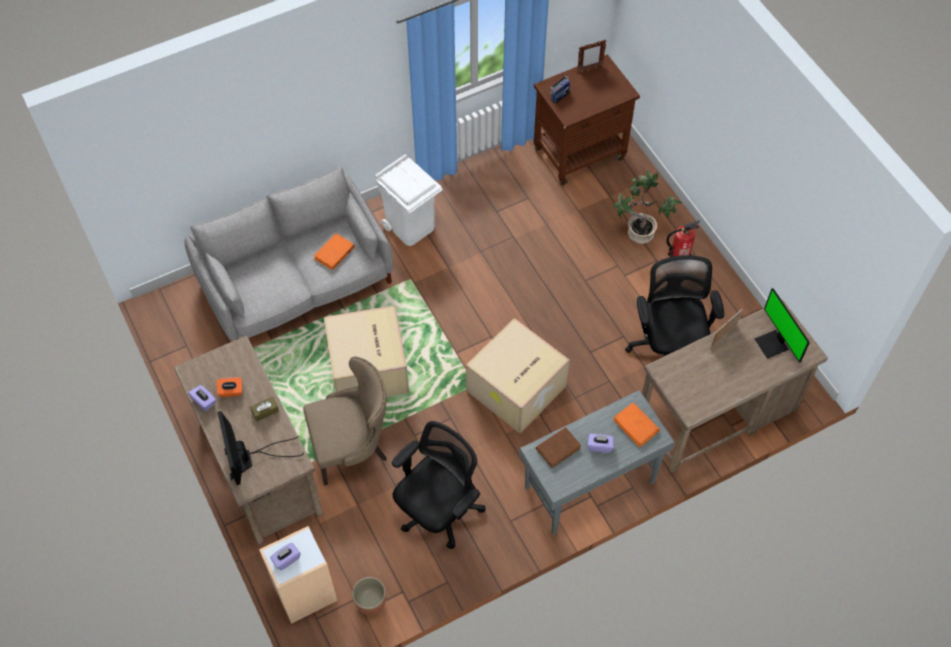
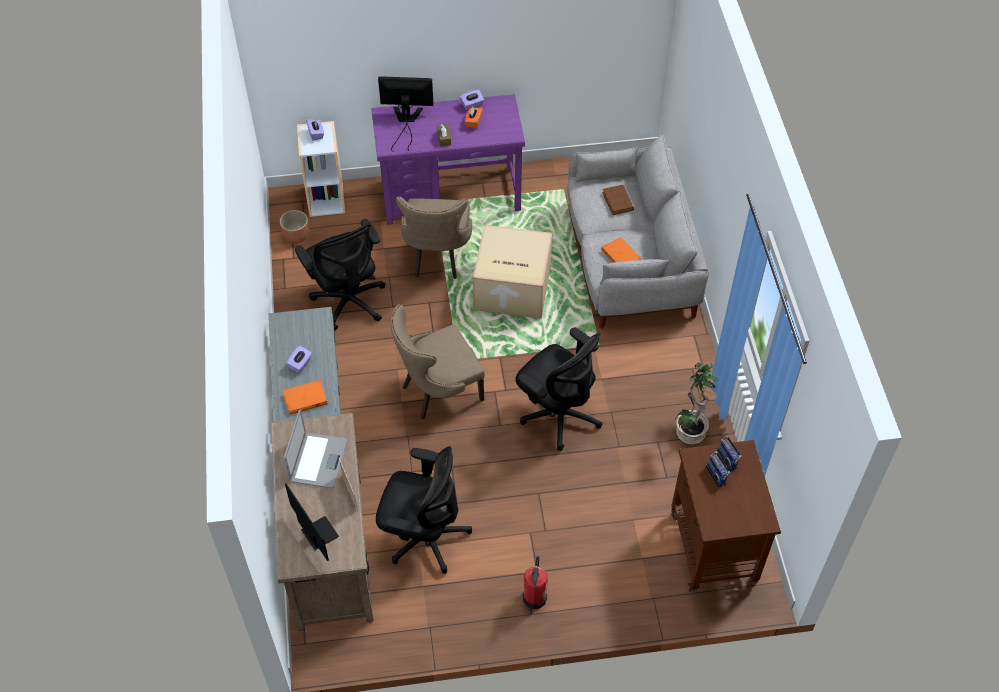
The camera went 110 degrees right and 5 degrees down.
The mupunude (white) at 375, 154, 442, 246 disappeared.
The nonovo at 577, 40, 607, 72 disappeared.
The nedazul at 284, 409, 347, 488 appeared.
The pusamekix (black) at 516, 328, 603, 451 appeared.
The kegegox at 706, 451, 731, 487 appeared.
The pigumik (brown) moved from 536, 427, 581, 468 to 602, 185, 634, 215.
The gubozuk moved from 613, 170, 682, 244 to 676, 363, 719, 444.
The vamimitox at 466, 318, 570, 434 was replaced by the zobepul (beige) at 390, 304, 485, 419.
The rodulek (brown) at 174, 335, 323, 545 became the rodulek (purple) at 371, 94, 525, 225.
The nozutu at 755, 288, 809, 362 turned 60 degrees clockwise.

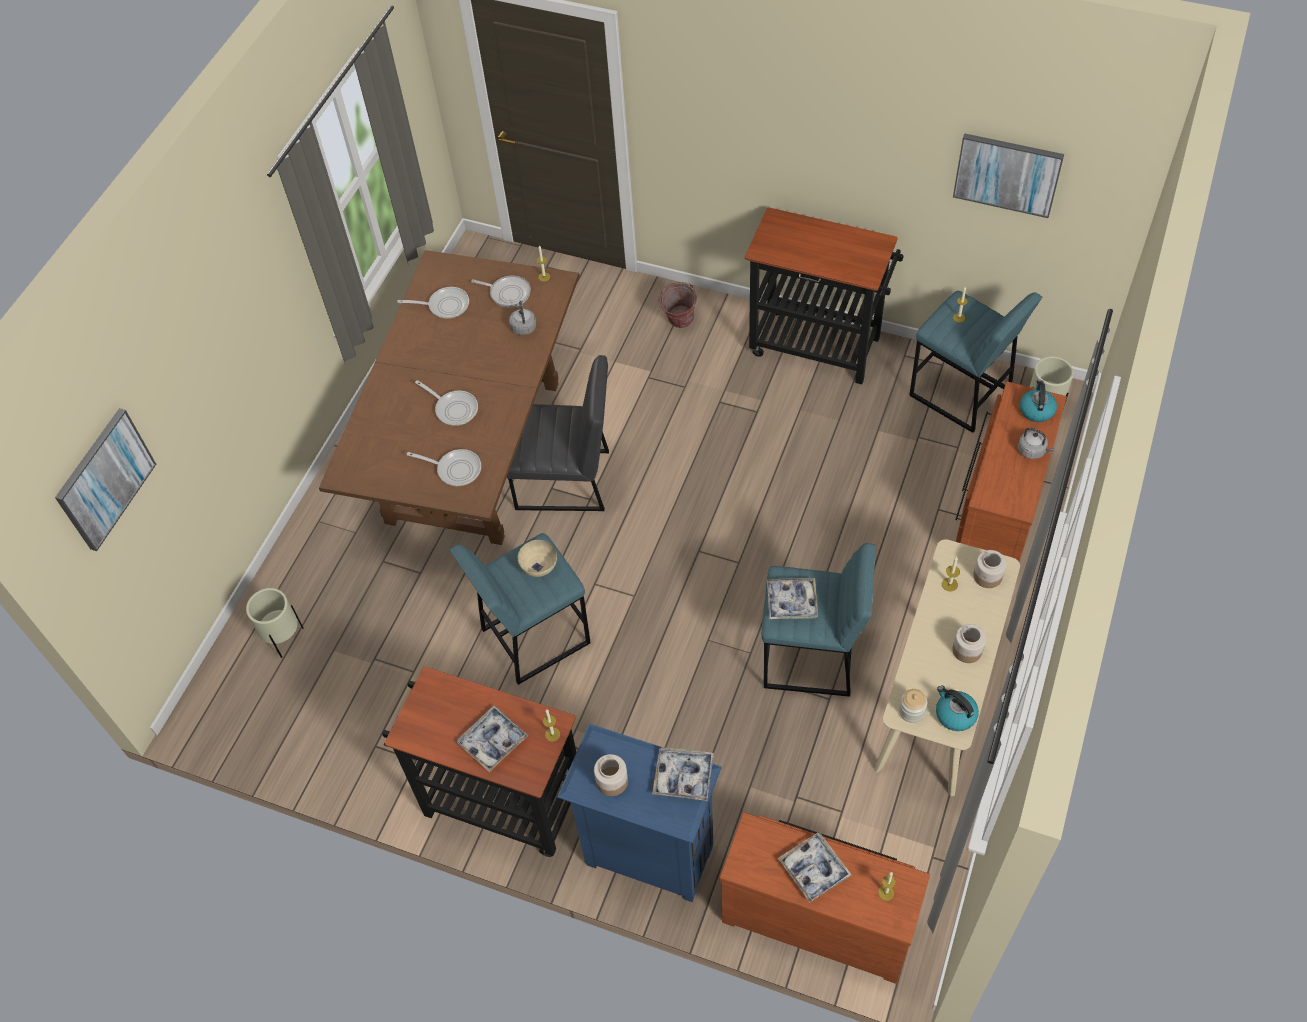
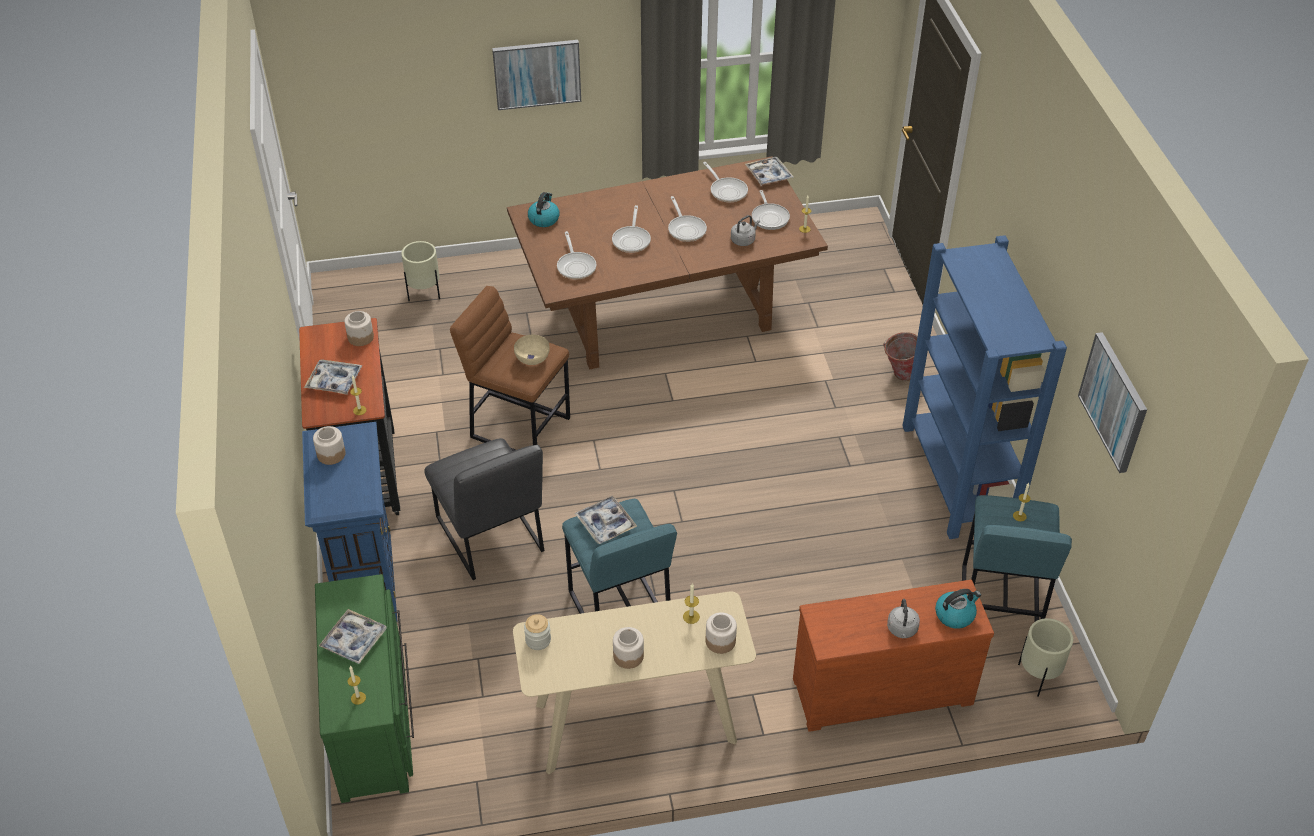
The camera went 55 degrees right and 10 degrees down.
The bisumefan at 344, 311, 374, 346 appeared.
The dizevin at 668, 196, 707, 242 appeared.
The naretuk moved from 55, 408, 156, 551 to 492, 40, 581, 110.
The zobepul (grey) moved from 507, 355, 609, 511 to 424, 438, 544, 580.
The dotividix moved from 652, 747, 714, 801 to 745, 157, 793, 186.
The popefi moved from 936, 685, 979, 731 to 528, 192, 560, 227.
The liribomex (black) at 745, 207, 904, 384 was replaced by the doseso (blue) at 903, 235, 1067, 539.
The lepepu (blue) at 449, 533, 591, 685 became the lepepu (brown) at 450, 286, 570, 451.
The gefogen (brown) at 720, 812, 930, 984 became the gefogen (green) at 315, 574, 414, 803.

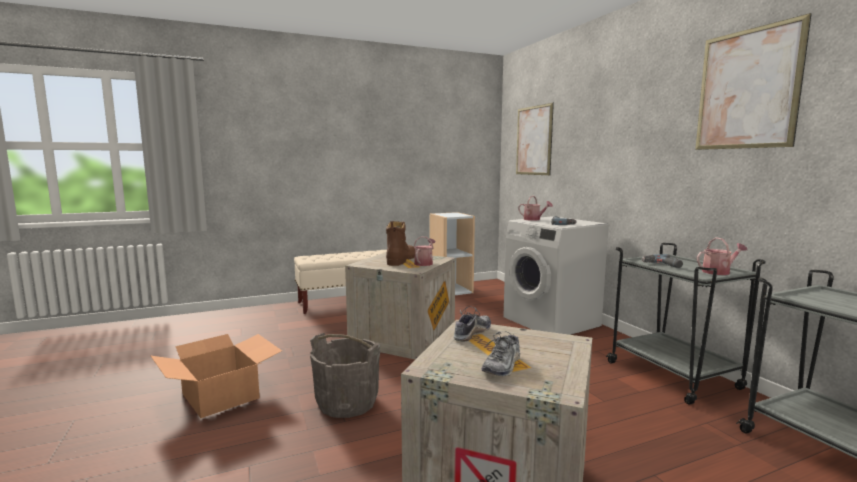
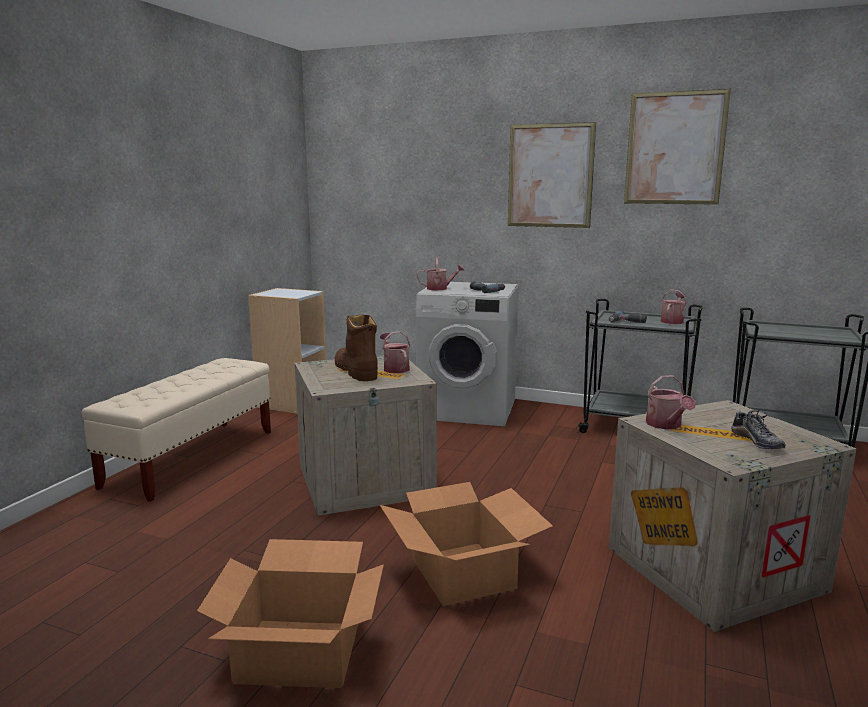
The camera went 45 degrees left and 5 degrees up.
The naretuk moved from 516, 103, 554, 175 to 508, 122, 596, 228.
The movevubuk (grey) at 310, 333, 380, 418 was replaced by the vamimitox at 380, 482, 553, 606.
The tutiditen at 454, 306, 491, 341 was replaced by the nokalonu at 646, 375, 696, 430.

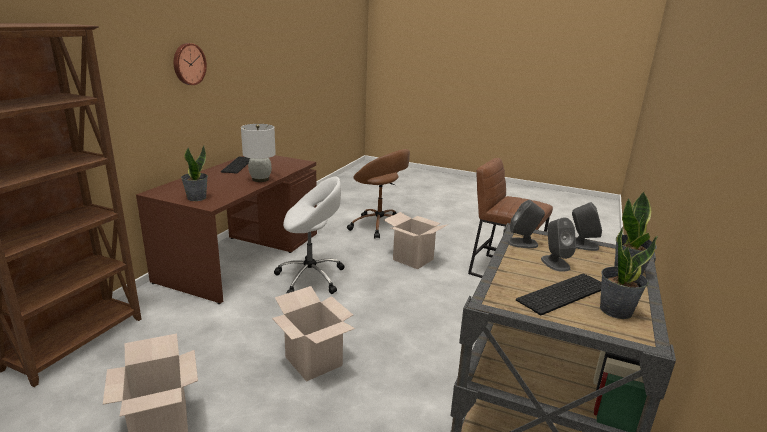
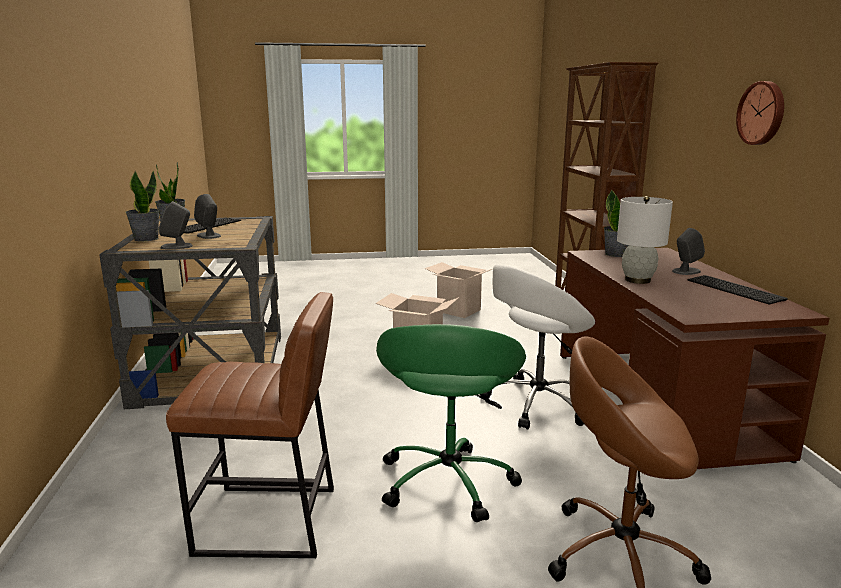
The camera went 150 degrees right and 5 degrees down.
The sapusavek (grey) moved from 507, 200, 545, 248 to 672, 228, 705, 275.
The vamimitox at 384, 212, 449, 269 was replaced by the pusamekix (green) at 376, 324, 526, 522.

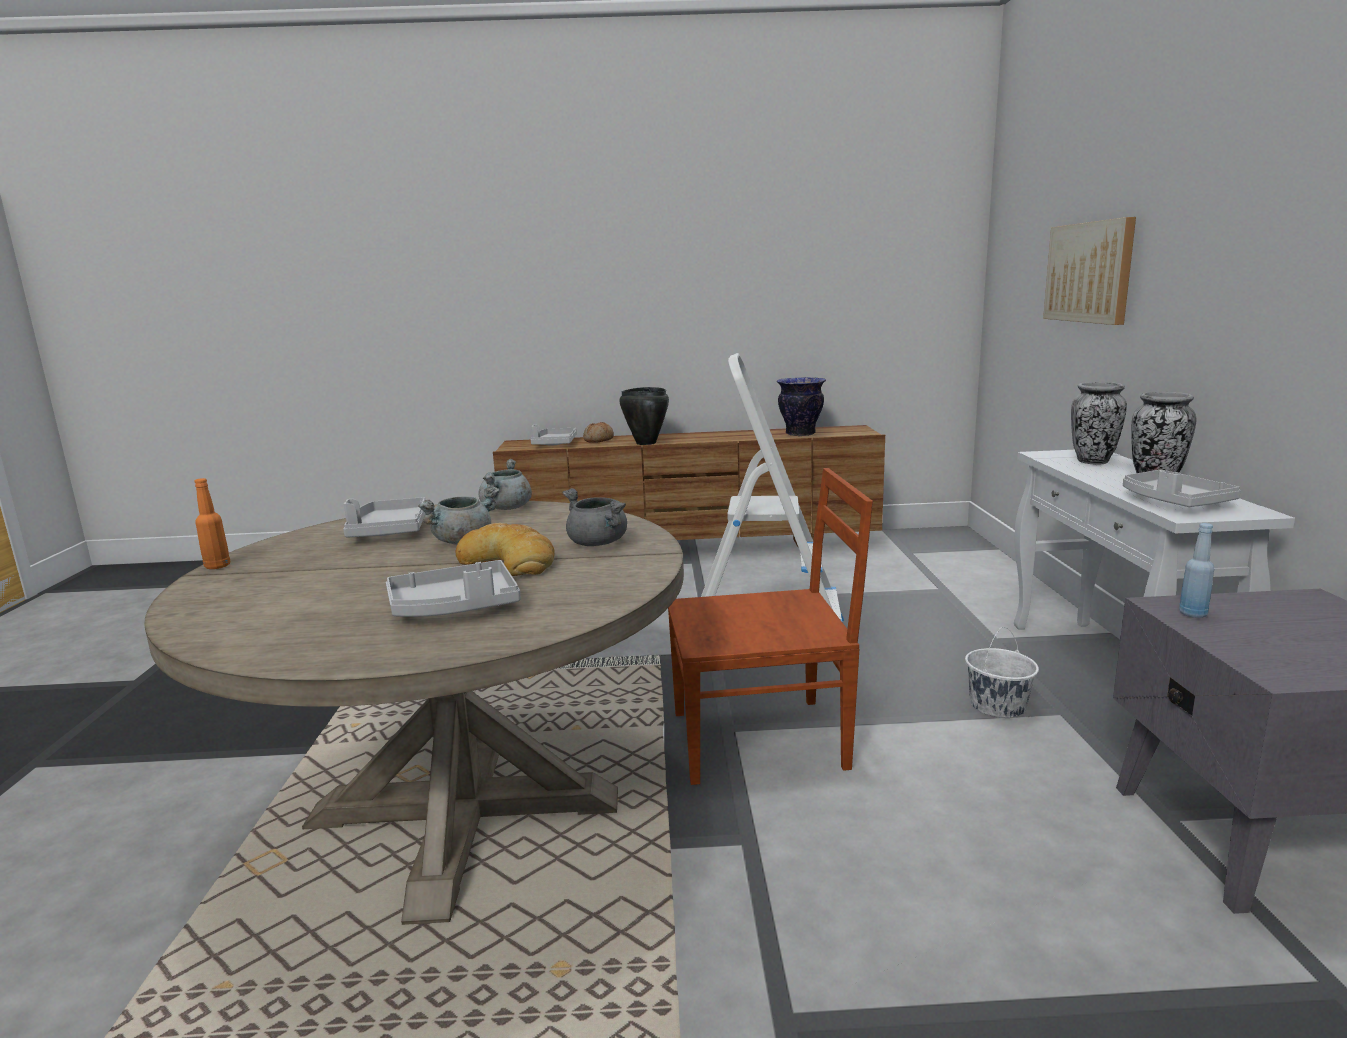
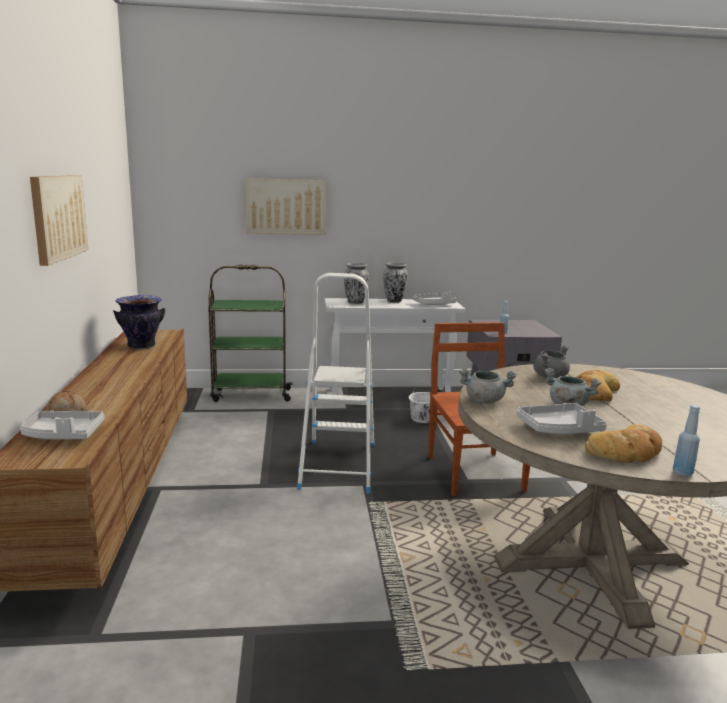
The camera went 95 degrees left and 0 degrees up.
The dotividix (grey) at 386, 560, 521, 617 disappeared.
The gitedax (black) at 619, 387, 669, 445 disappeared.
The naretuk at 30, 175, 88, 266 appeared.
The liribomex (green) at 208, 264, 294, 402 appeared.
The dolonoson at 585, 425, 662, 463 appeared.
The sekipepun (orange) at 194, 478, 230, 569 became the sekipepun (blue) at 673, 405, 700, 477.

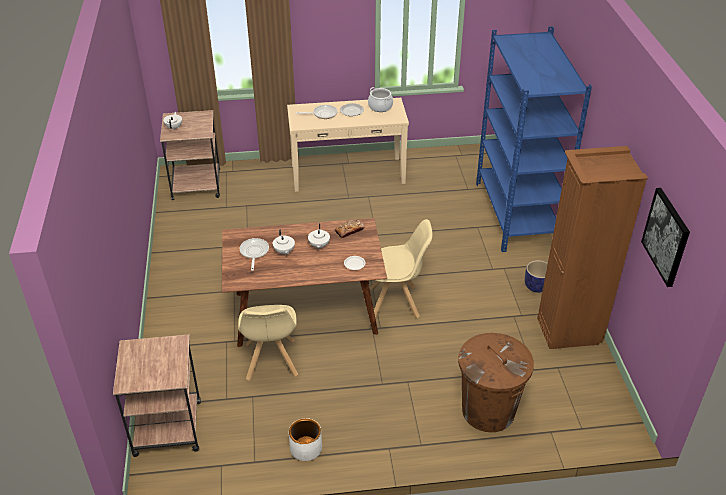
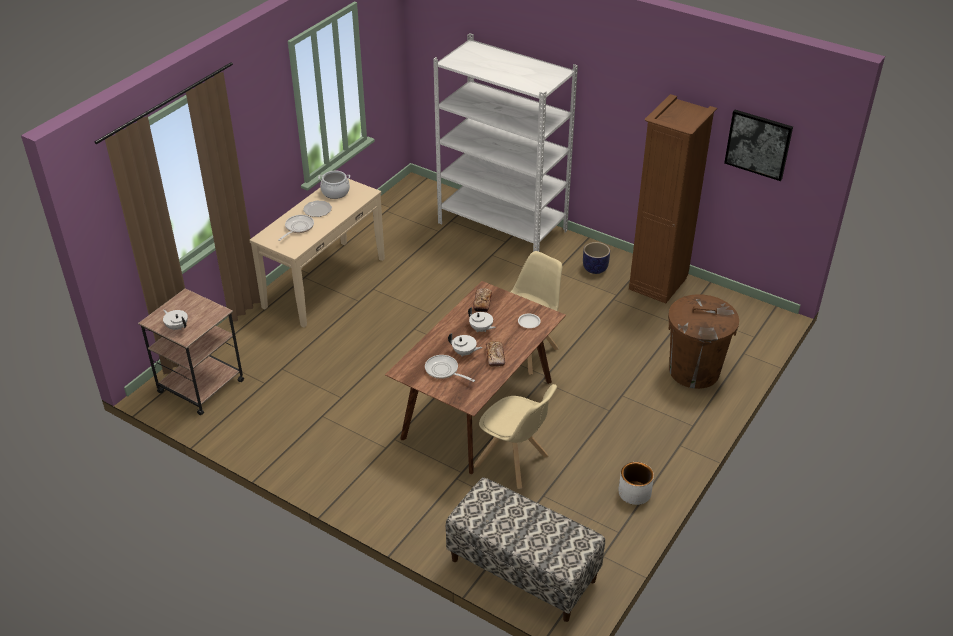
The camera went 50 degrees left and 0 degrees up.
The dolonoson at 486, 341, 505, 367 appeared.
The liribomex (brown) at 113, 335, 201, 457 was replaced by the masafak at 446, 477, 605, 622.
The doseso (blue) at 476, 26, 592, 252 became the doseso (white) at 433, 33, 578, 252.

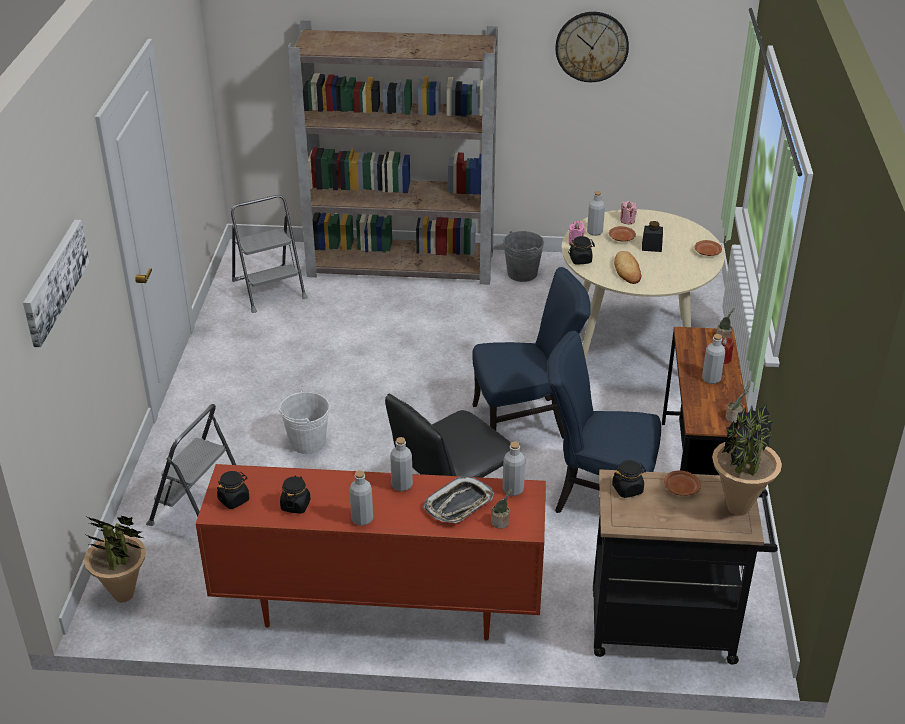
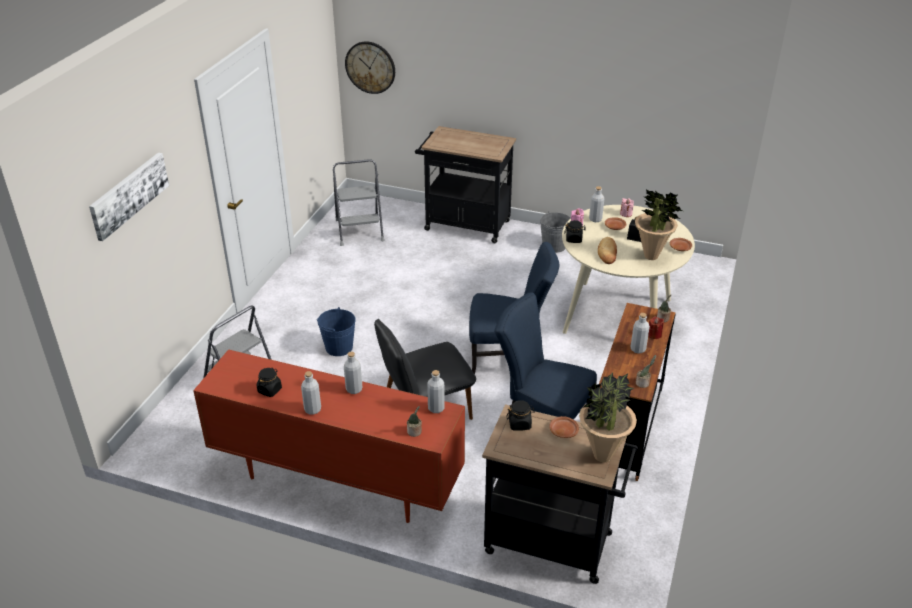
The camera went 15 degrees right and 0 degrees up.
The bisumefan (black) at 217, 471, 249, 509 disappeared.
The dotividix at 423, 476, 494, 523 disappeared.
The gubozuk moved from 84, 516, 146, 603 to 635, 189, 683, 260.
The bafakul moved from 555, 12, 629, 82 to 345, 41, 395, 94.
The doseso (brown) at 288, 20, 498, 285 was replaced by the liribomex (black) at 415, 126, 516, 243.
The movevubuk (white) at 279, 390, 329, 454 became the movevubuk (blue) at 317, 307, 356, 356.

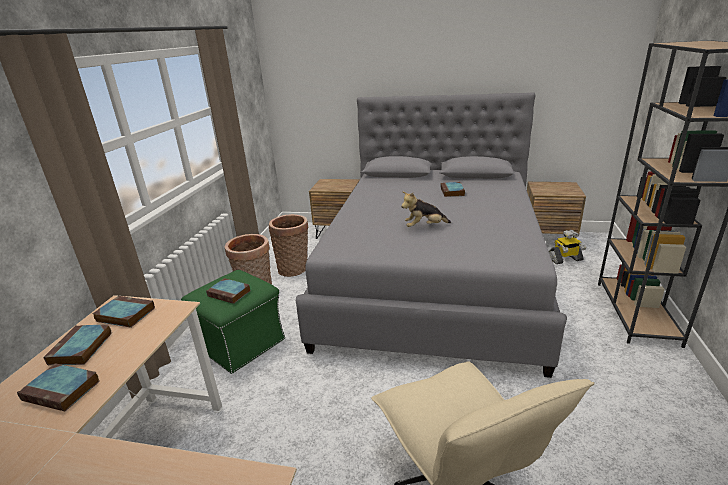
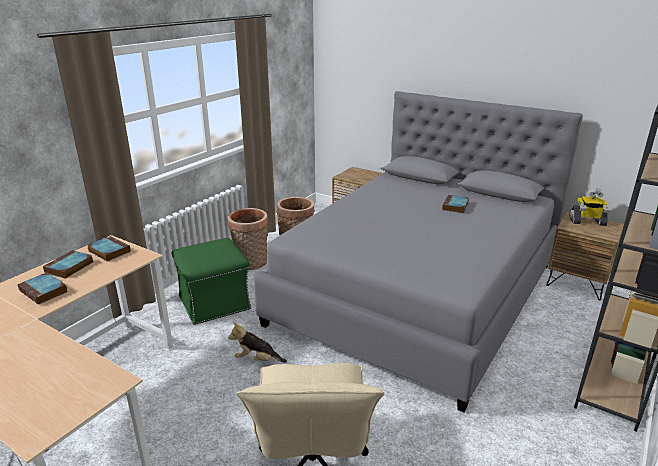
The camera went 20 degrees right and 0 degrees up.
The pigumik at 206, 278, 250, 304 disappeared.
The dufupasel moved from 401, 192, 451, 227 to 228, 322, 287, 363.
The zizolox moved from 549, 230, 586, 264 to 569, 188, 610, 226.

